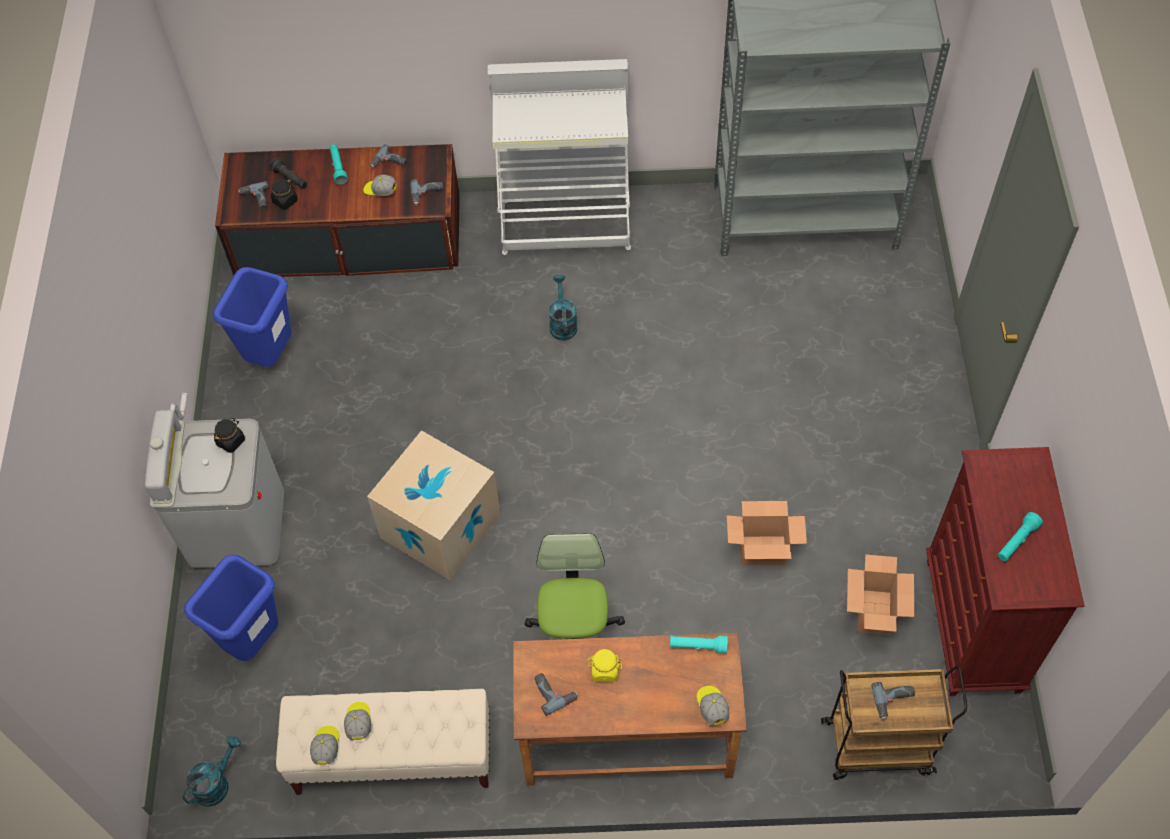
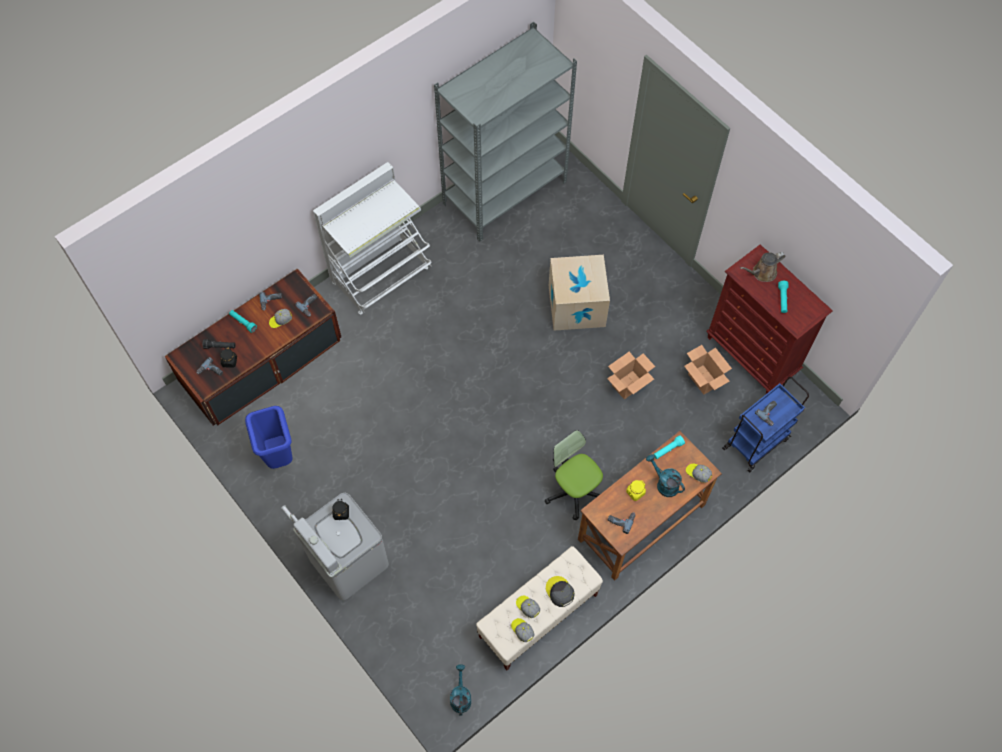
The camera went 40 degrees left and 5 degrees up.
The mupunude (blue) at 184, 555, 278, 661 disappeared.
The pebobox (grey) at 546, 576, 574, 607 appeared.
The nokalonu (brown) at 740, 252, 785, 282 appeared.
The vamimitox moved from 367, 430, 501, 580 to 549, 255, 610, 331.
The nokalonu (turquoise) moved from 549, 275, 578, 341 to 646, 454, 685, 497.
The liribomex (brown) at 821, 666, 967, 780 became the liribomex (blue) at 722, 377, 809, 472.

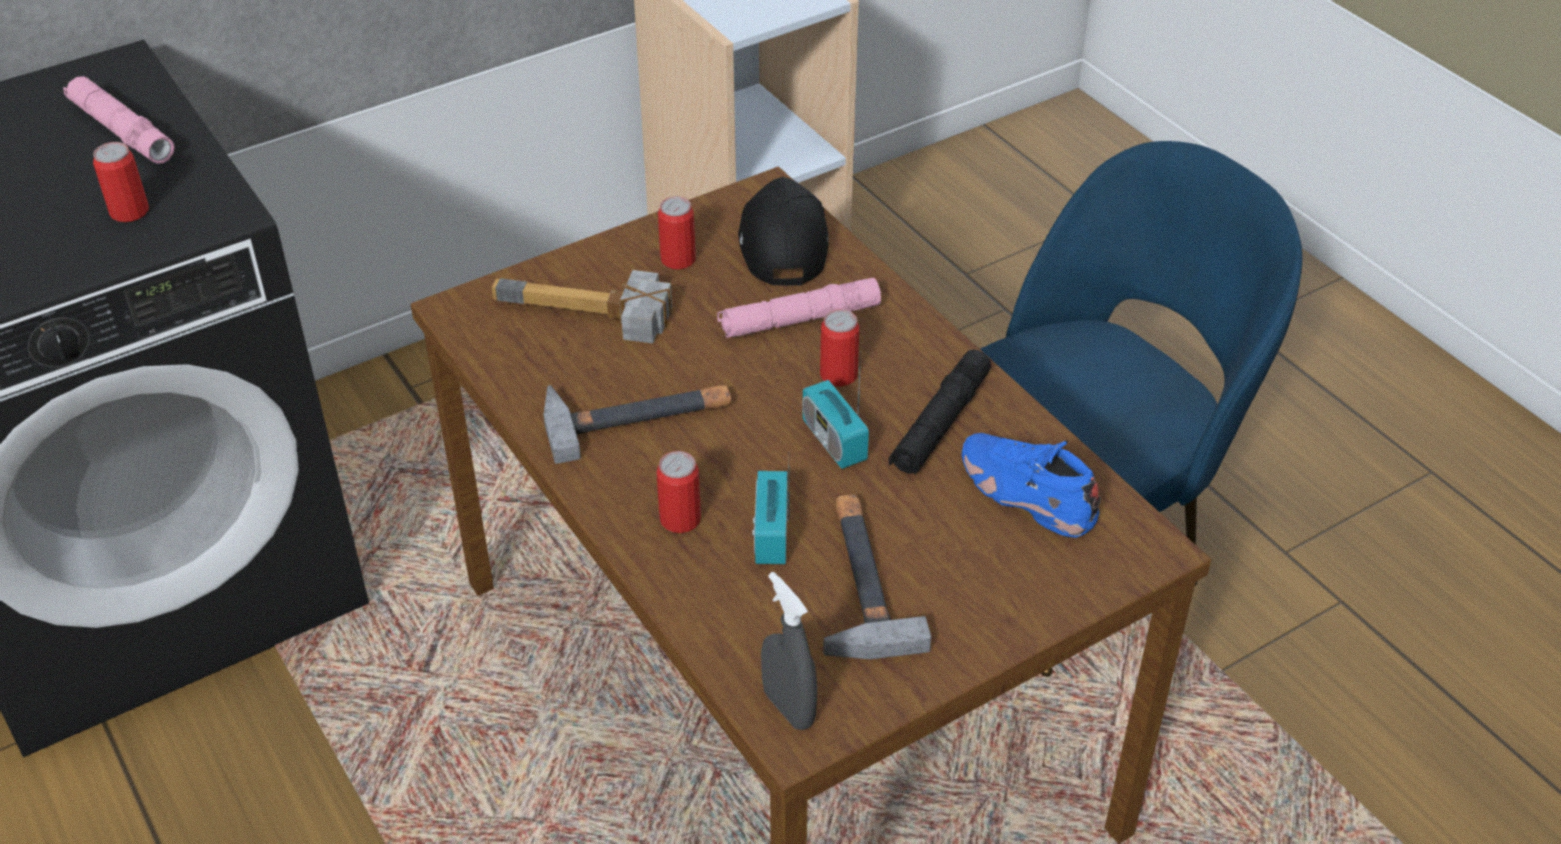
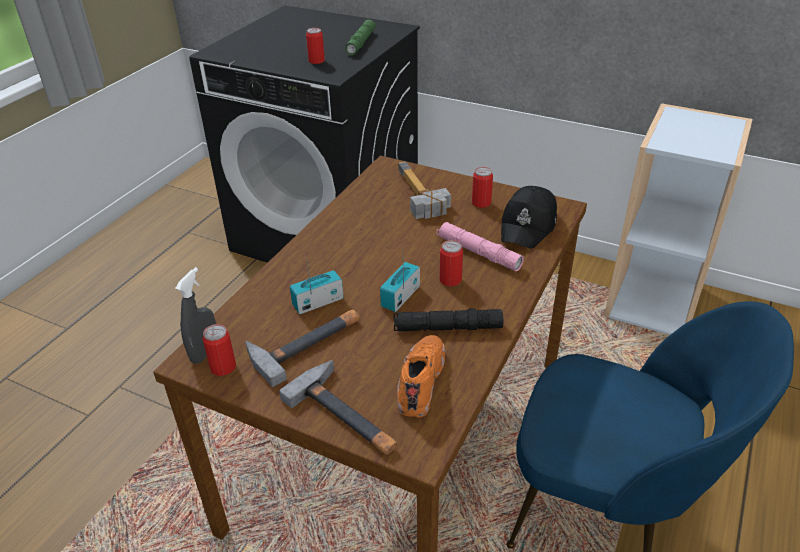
The camera went 60 degrees right and 5 degrees down.
The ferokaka moved from 543, 385, 731, 464 to 279, 360, 397, 455.
The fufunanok moved from 656, 451, 701, 533 to 202, 324, 236, 376.
The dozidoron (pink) at 63, 76, 174, 164 became the dozidoron (green) at 345, 19, 376, 55.
The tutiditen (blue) at 962, 433, 1101, 538 became the tutiditen (orange) at 397, 335, 445, 418.
The pebobox (black) at 738, 177, 829, 286 turned 150 degrees clockwise.

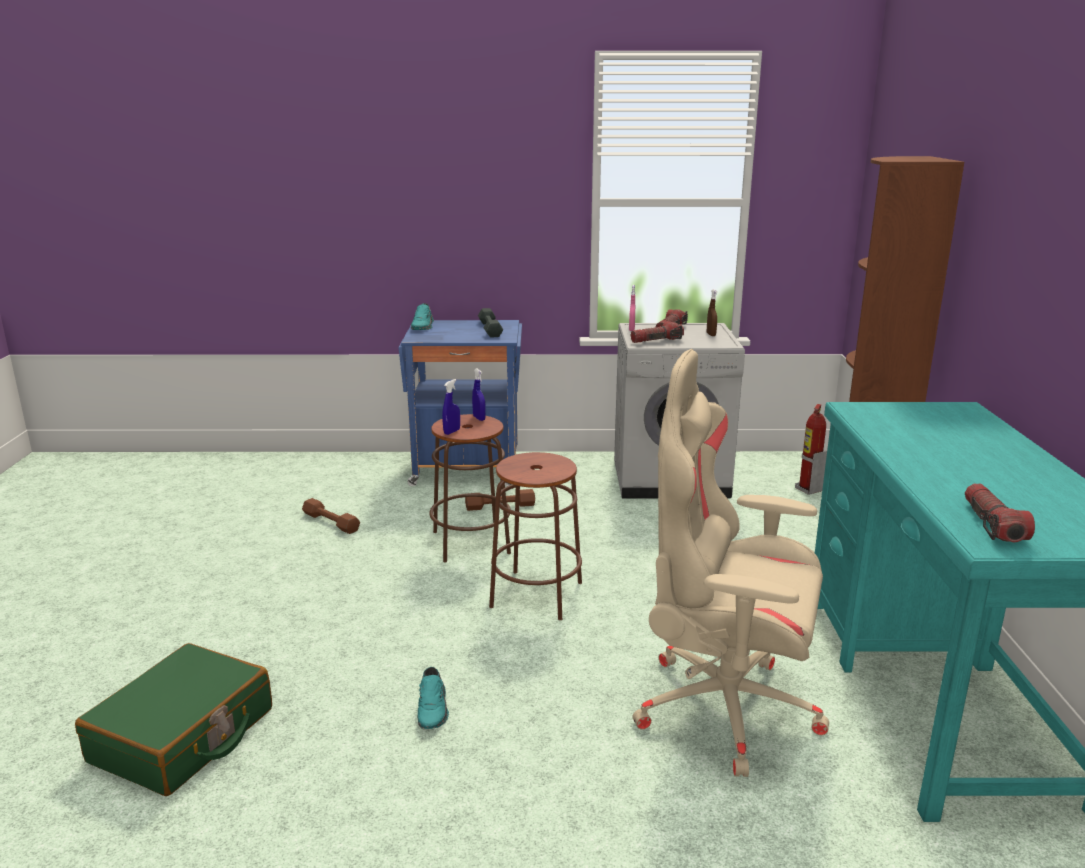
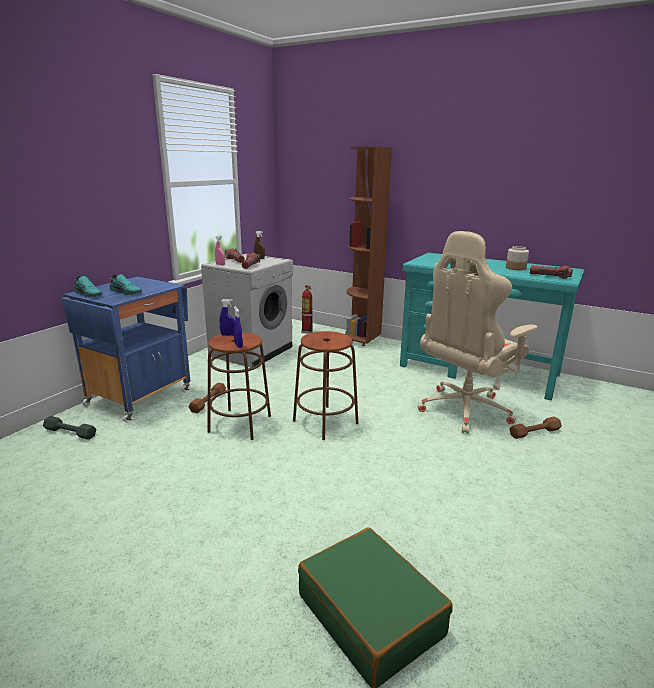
The camera went 60 degrees left and 0 degrees up.
The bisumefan at 506, 246, 529, 270 appeared.
The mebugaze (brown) moved from 302, 498, 360, 534 to 510, 417, 562, 439.
The tutiditen (turquoise) moved from 417, 667, 449, 729 to 109, 274, 142, 295.
The mebugaze (grey) moved from 478, 308, 503, 337 to 43, 416, 96, 440.

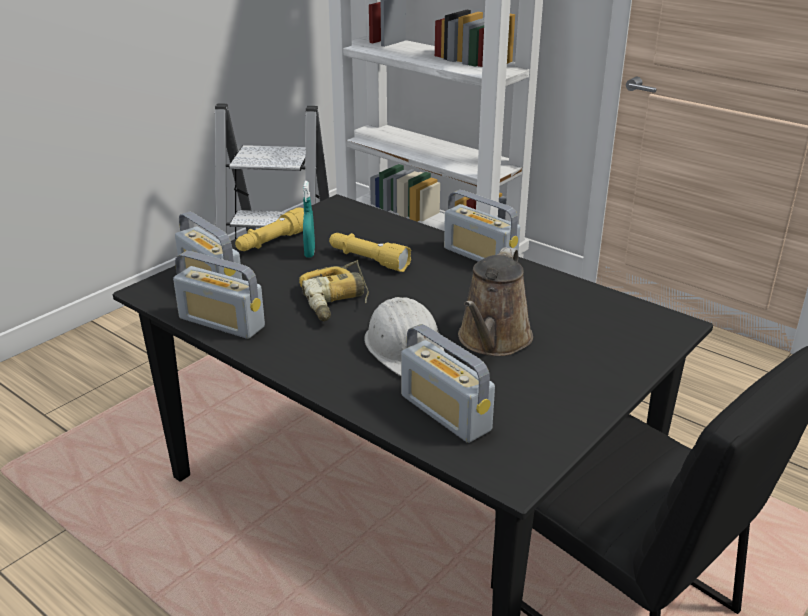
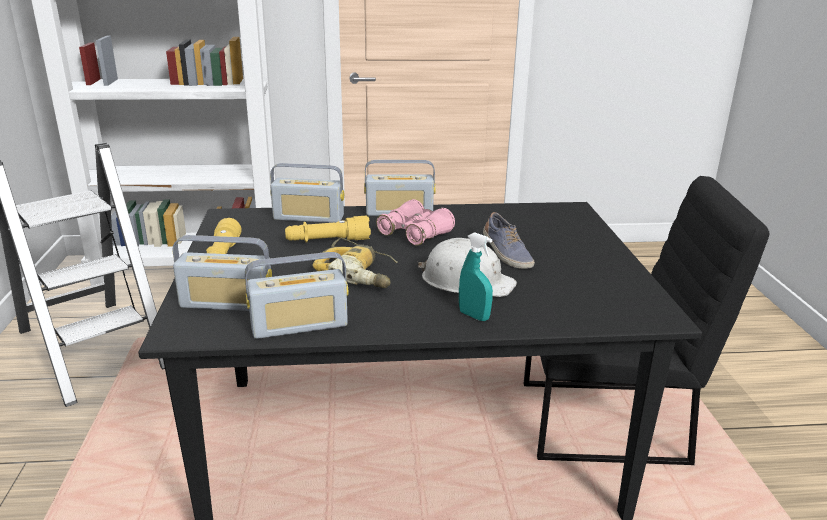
The camera went 45 degrees left and 5 degrees down.
The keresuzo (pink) at 376, 199, 455, 245 appeared.
The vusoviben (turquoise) moved from 303, 181, 315, 258 to 459, 232, 493, 321.
The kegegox moved from 401, 324, 495, 443 to 270, 163, 344, 223.
The nokalonu (brown) at 458, 247, 533, 356 was replaced by the tutiditen at 483, 212, 535, 269.

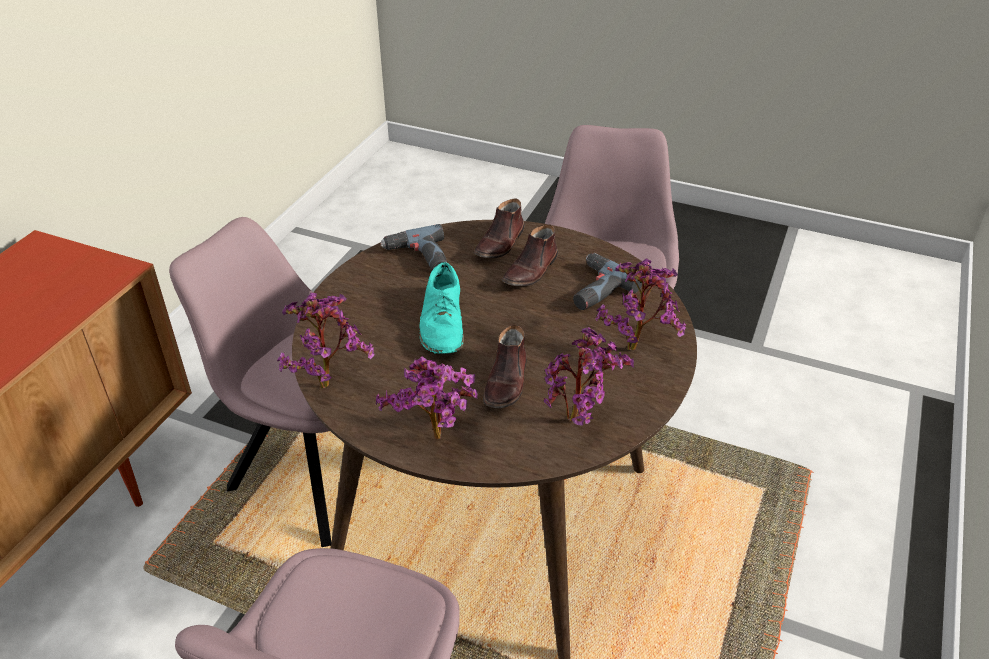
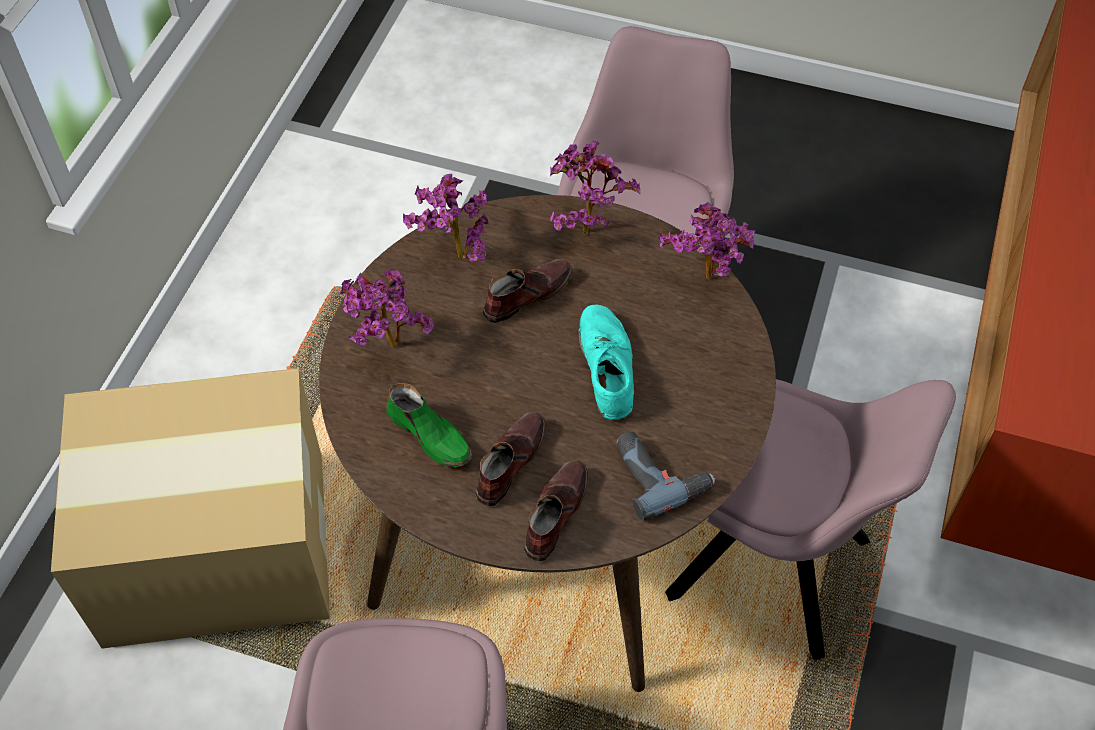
The camera went 175 degrees right and 15 degrees up.
The vamimitox at 51, 368, 330, 649 appeared.
The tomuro at 573, 253, 642, 310 was replaced by the tutiditen (green) at 386, 383, 472, 467.
The tutiditen (brown) at 483, 325, 527, 409 turned 45 degrees clockwise.

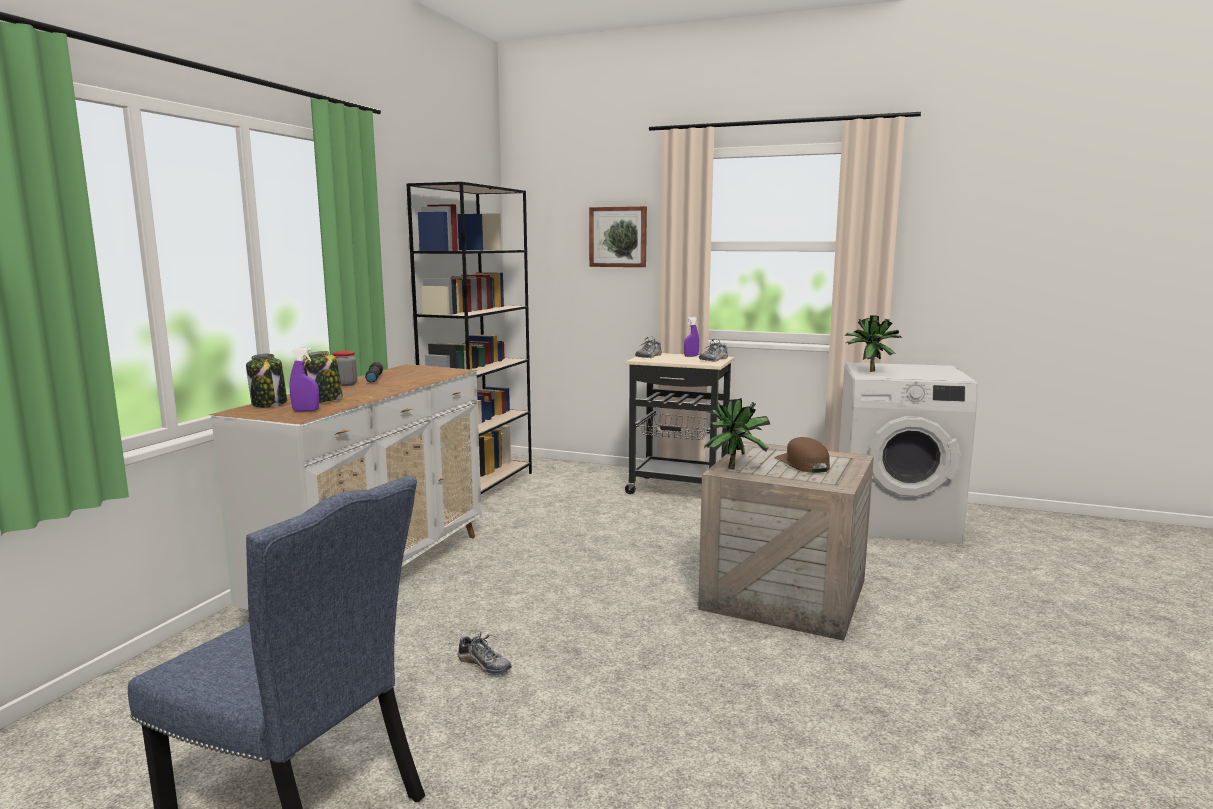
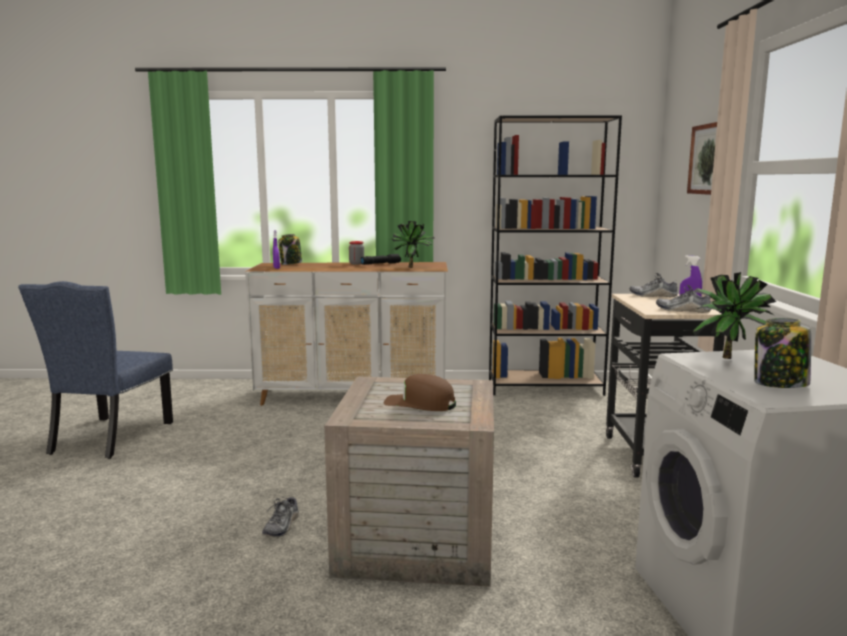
The camera went 70 degrees right and 0 degrees up.
The bisumefan moved from 303, 351, 343, 403 to 755, 318, 811, 388.
The tutiditen moved from 458, 632, 512, 675 to 262, 497, 299, 537.
The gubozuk moved from 704, 398, 770, 470 to 392, 221, 434, 268.
The pebobox (brown) at 774, 437, 830, 473 turned 120 degrees counterclockwise.

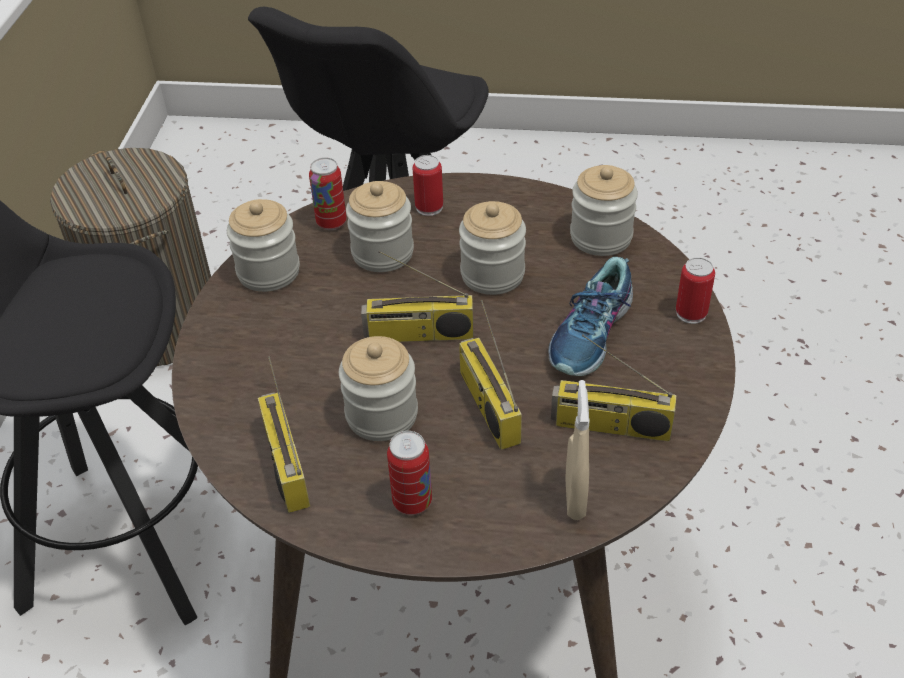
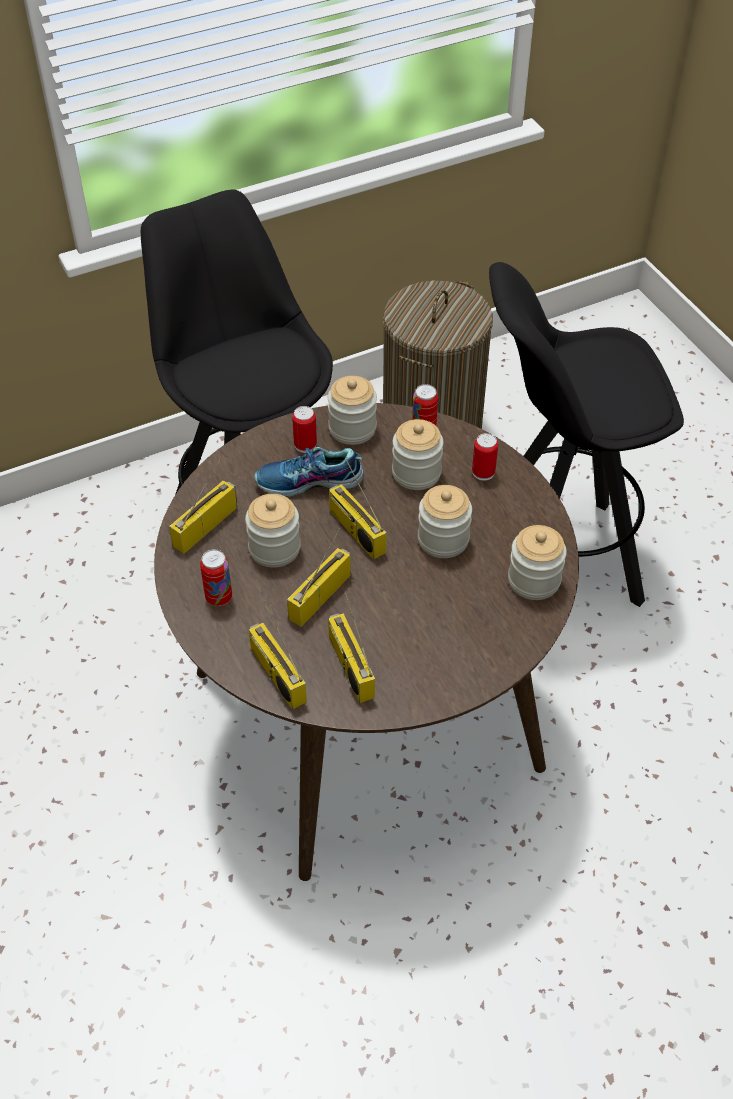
The camera went 55 degrees right and 5 degrees up.
The tutiditen moved from 548, 257, 633, 376 to 254, 447, 364, 497.
The fufunanok moved from 676, 257, 715, 324 to 292, 406, 317, 453.
The vusoviben (beige) at 565, 380, 590, 520 was replaced by the kegegox at 249, 601, 307, 710.

